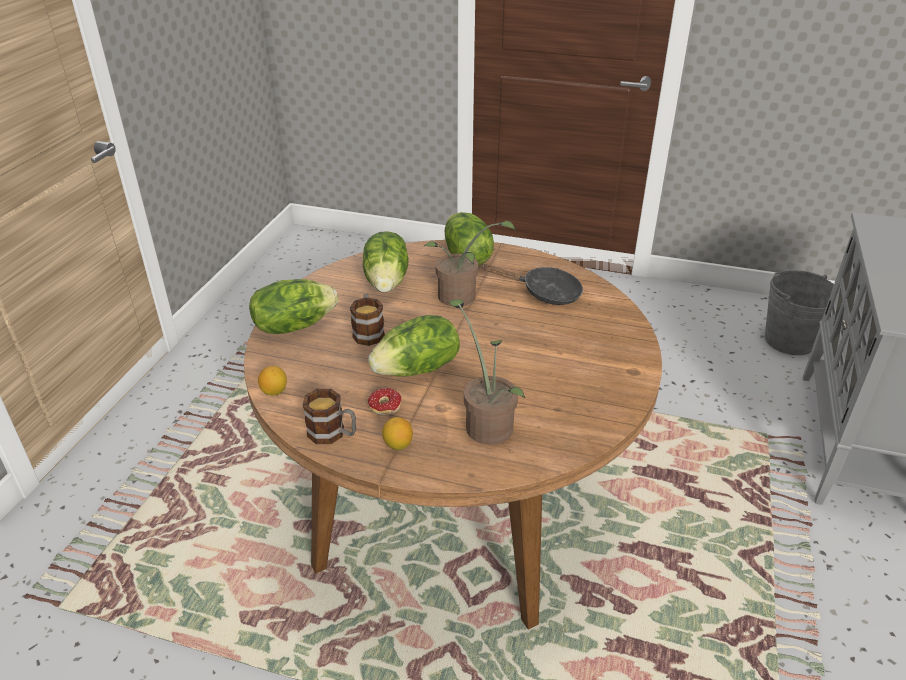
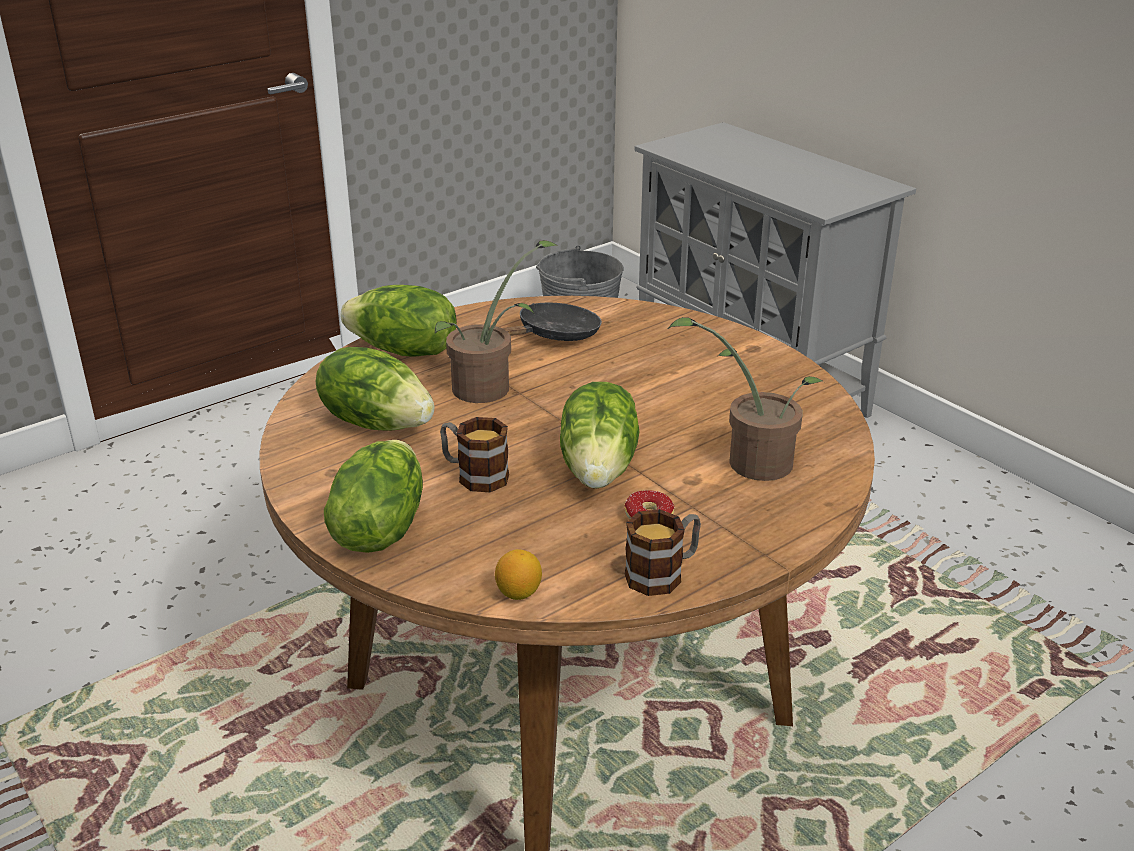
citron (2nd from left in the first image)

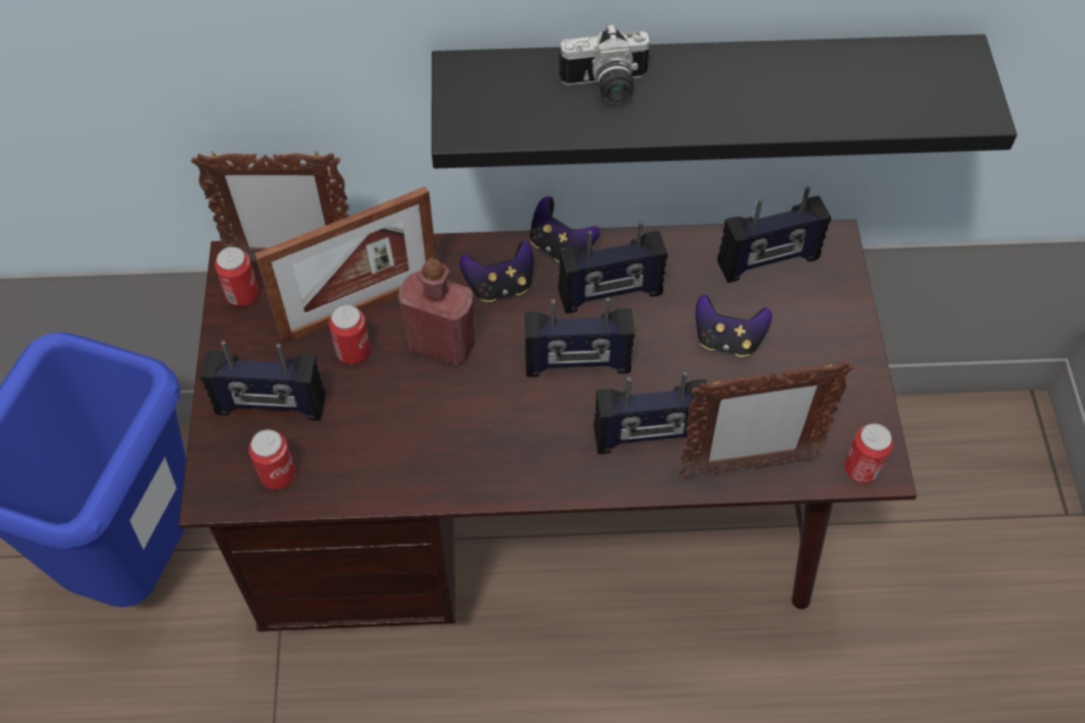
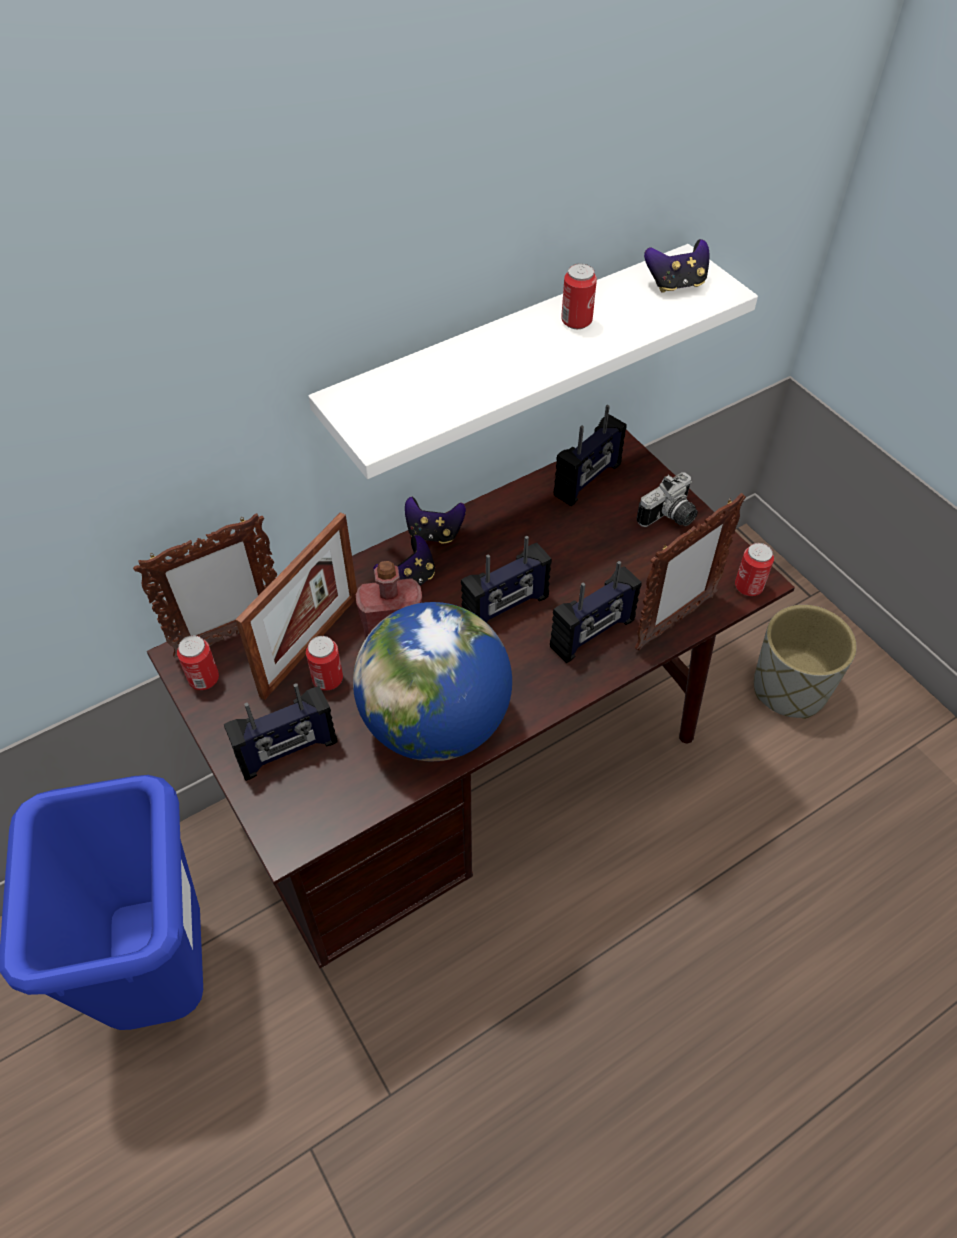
boîte métallique (3rd from left)
étagère/blanc
radio (3rd from left in the first image)
appareil photo
manette (3rd from left)
globe
cache-pot/gris

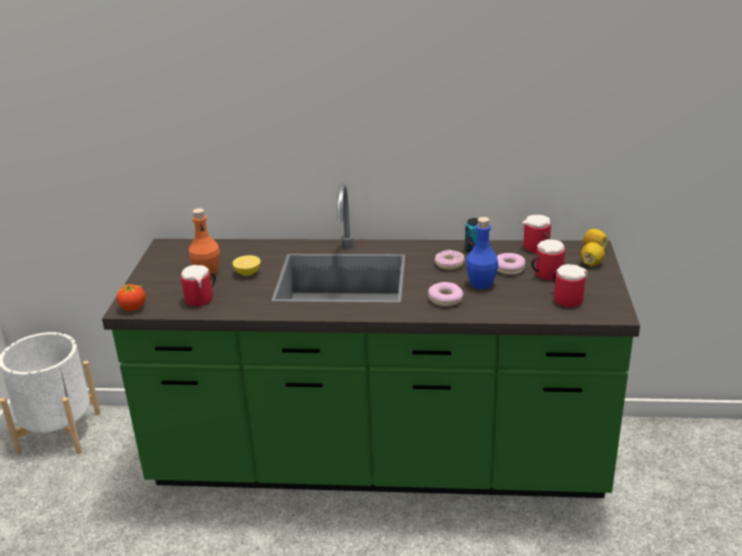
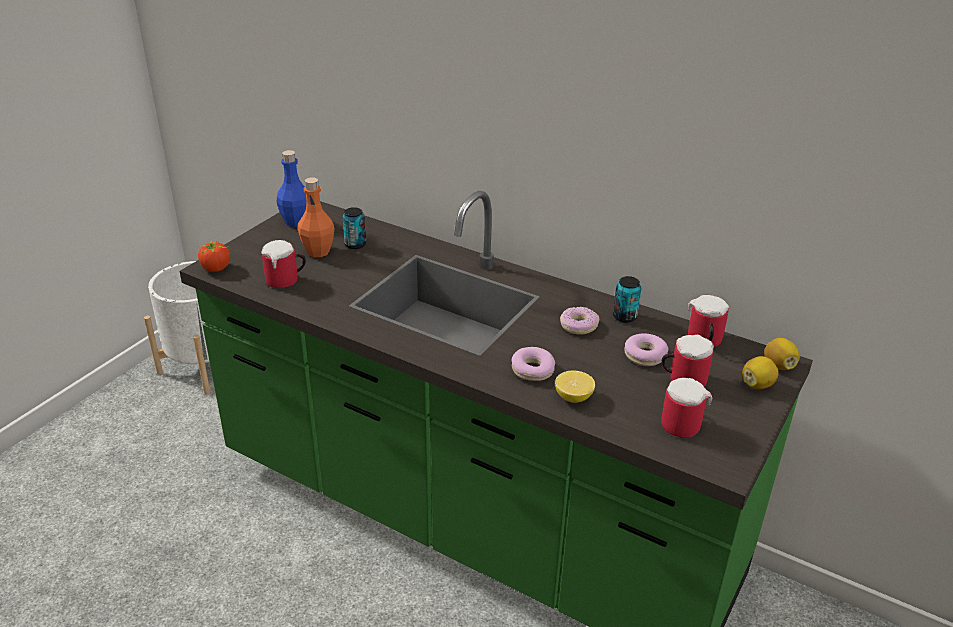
citron (1st from left)
bouteille/bleu
boîte métallique (1st from left)

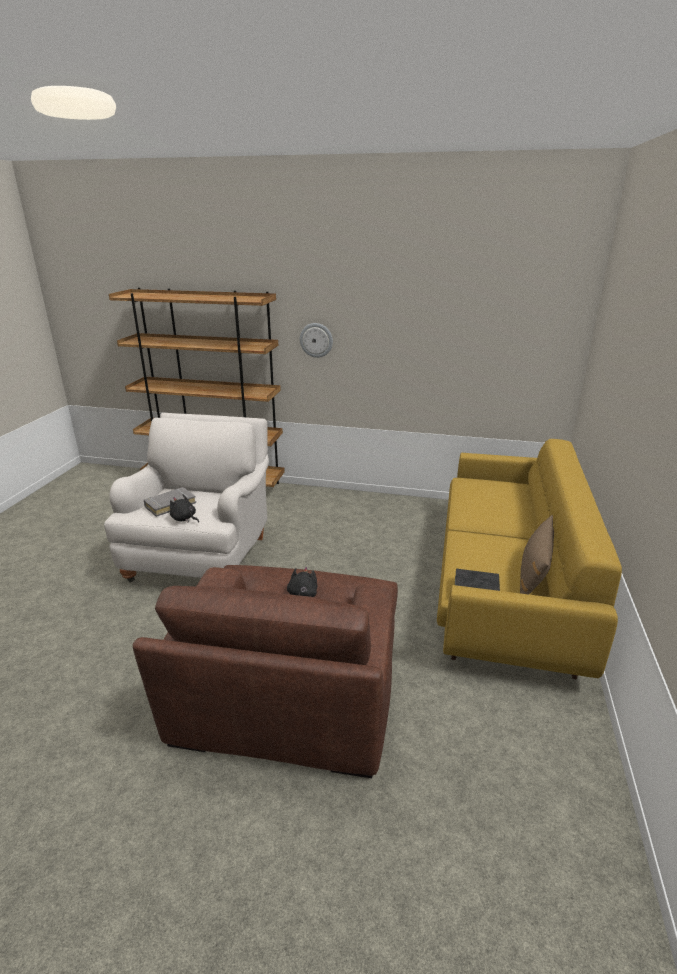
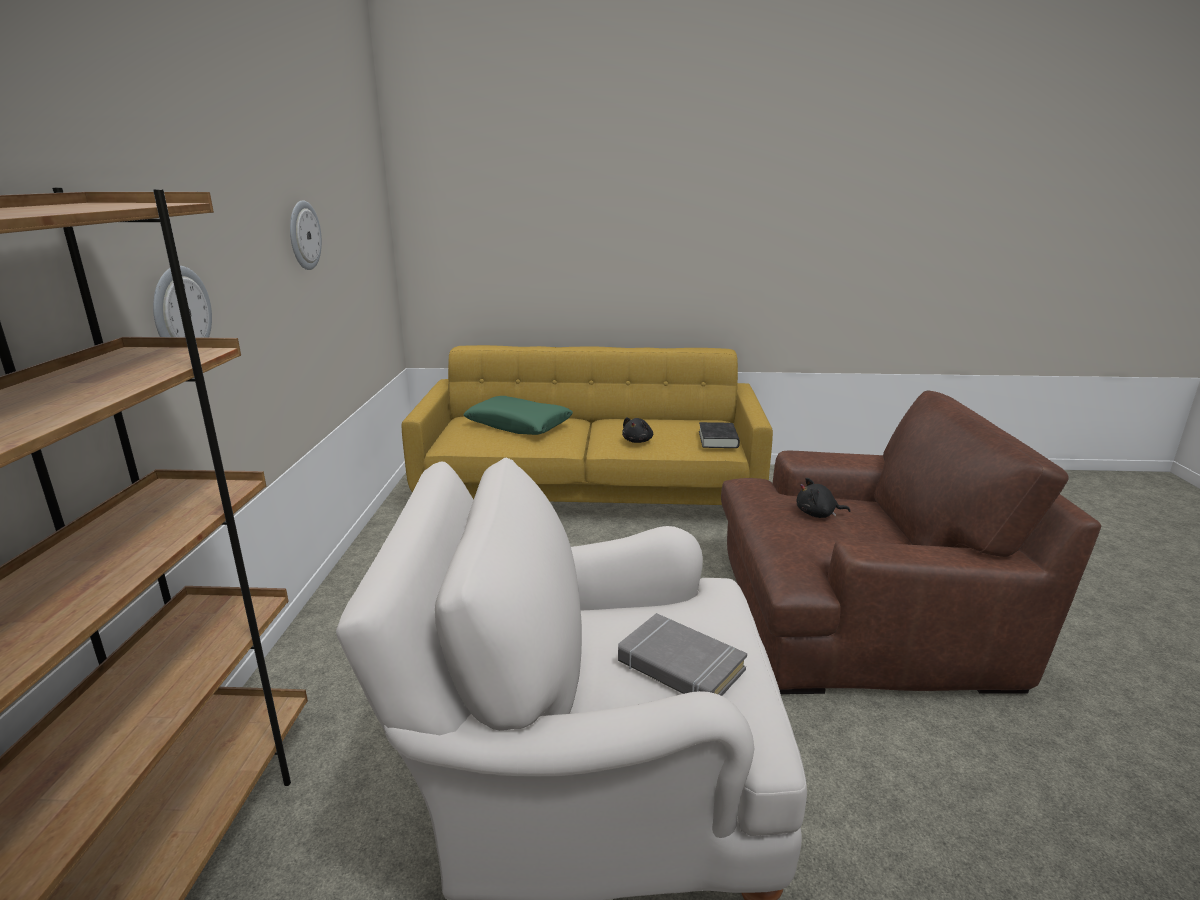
peluche/noir (1st from left)
coussin/marron
horloge murale (2nd from left)
coussin/vert

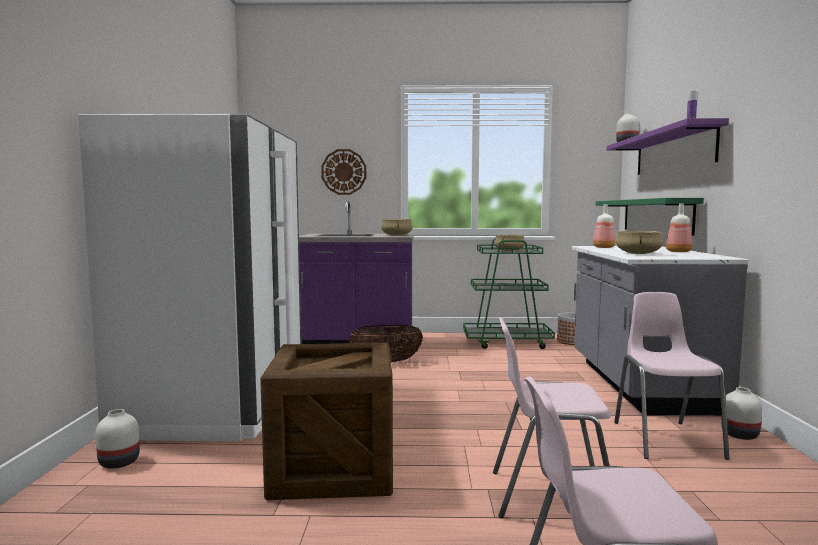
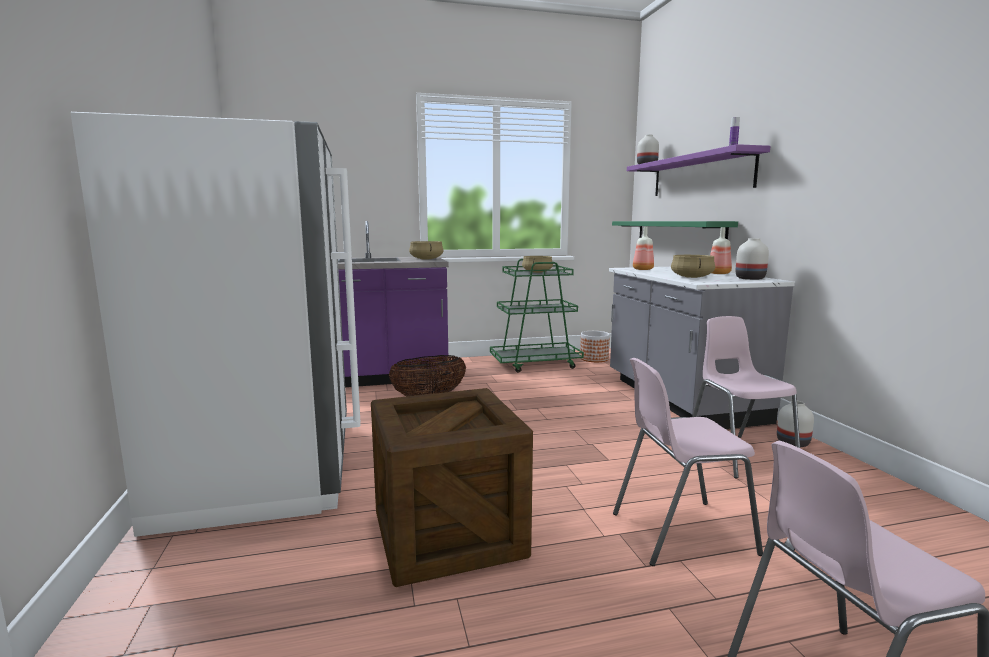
vase/blanc (2nd from left)
horloge murale

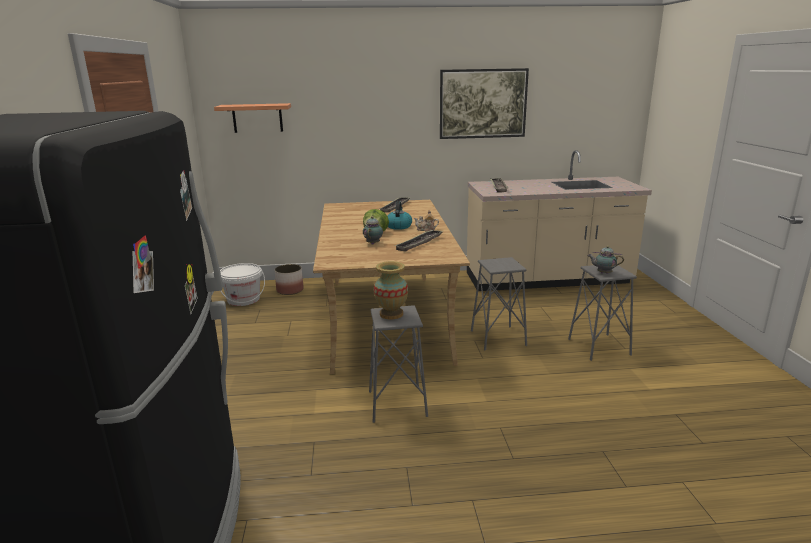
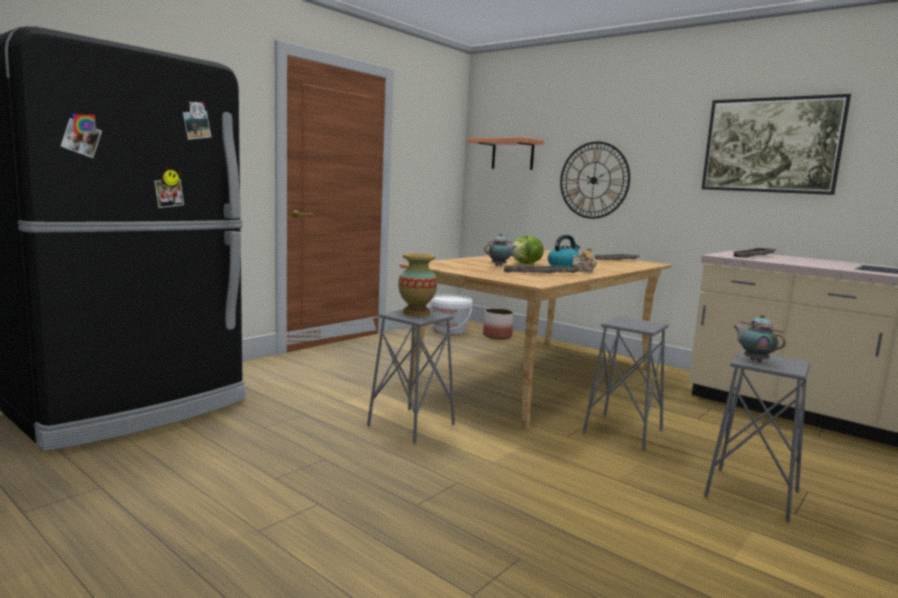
horloge murale

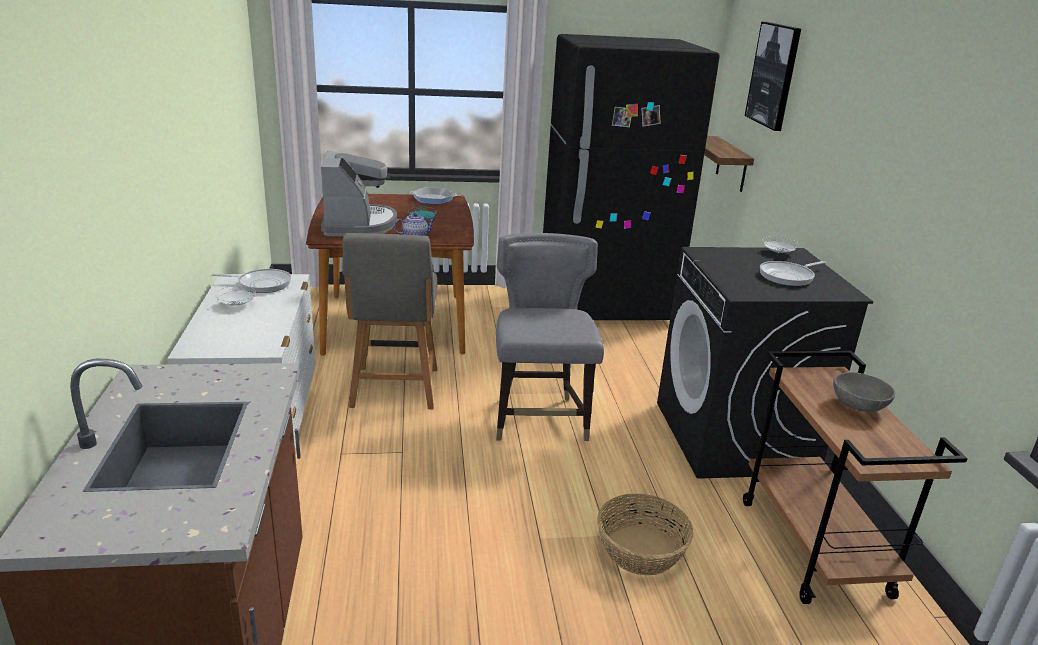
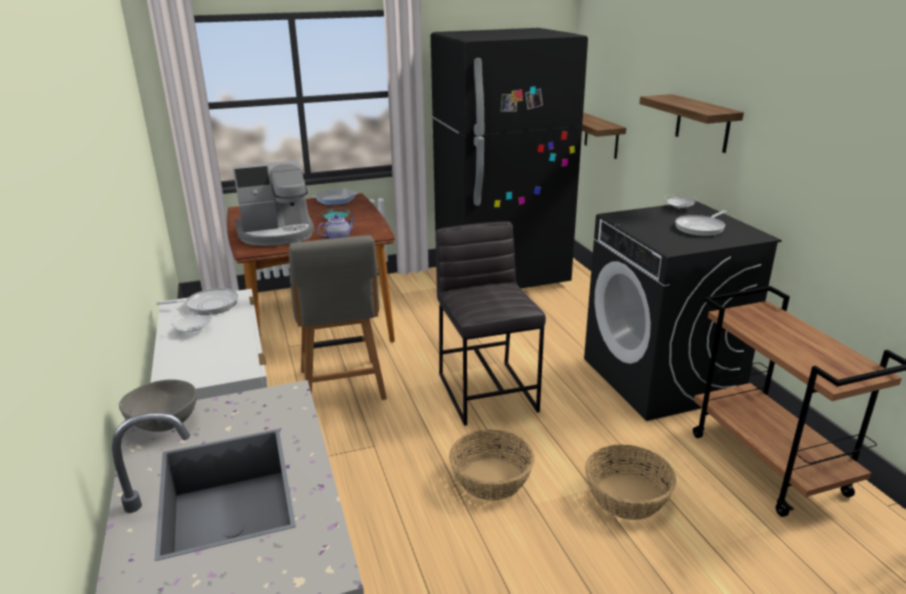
machine à café
tabouret/gris
tableau
bol/gris
panier (1st from left)
étagère (2nd from left)

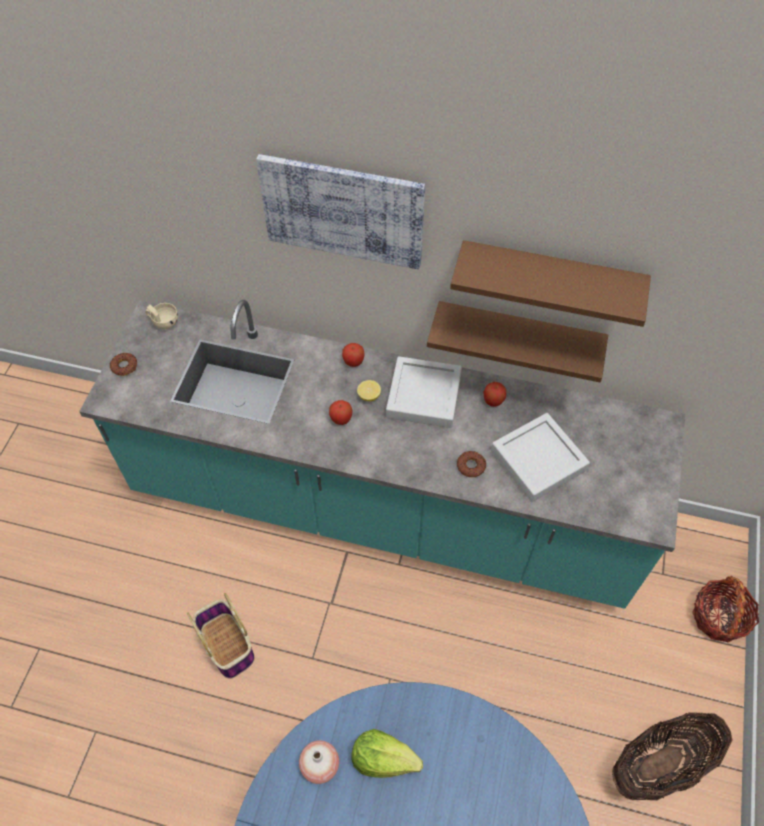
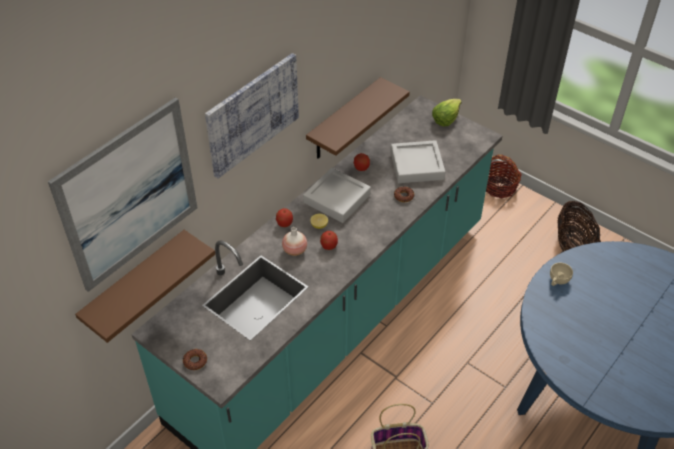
tasse/beige
vase
laitue
étagère/marron (1st from left)
tableau (1st from left)

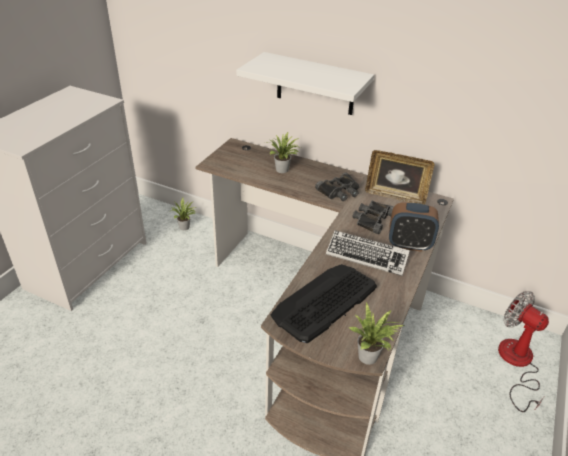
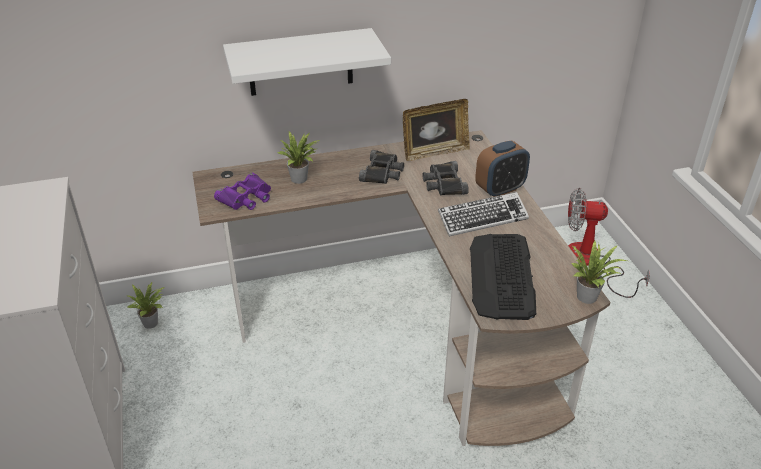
jumelles/violet

